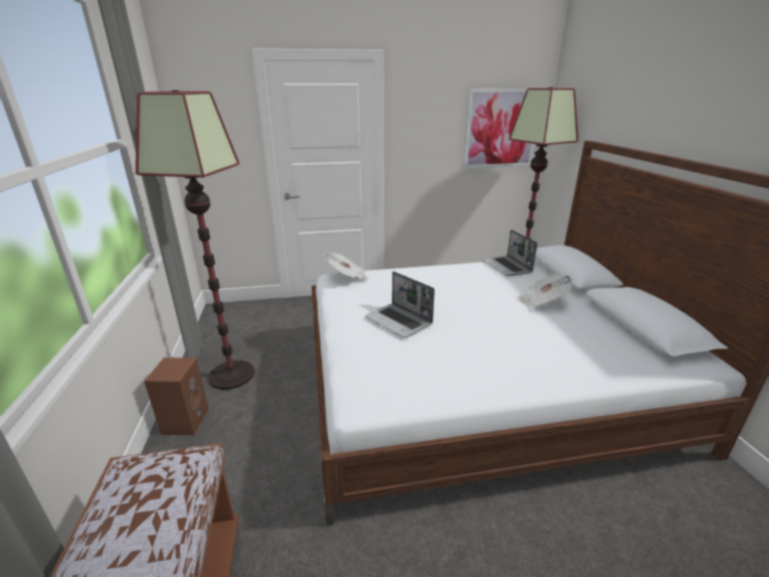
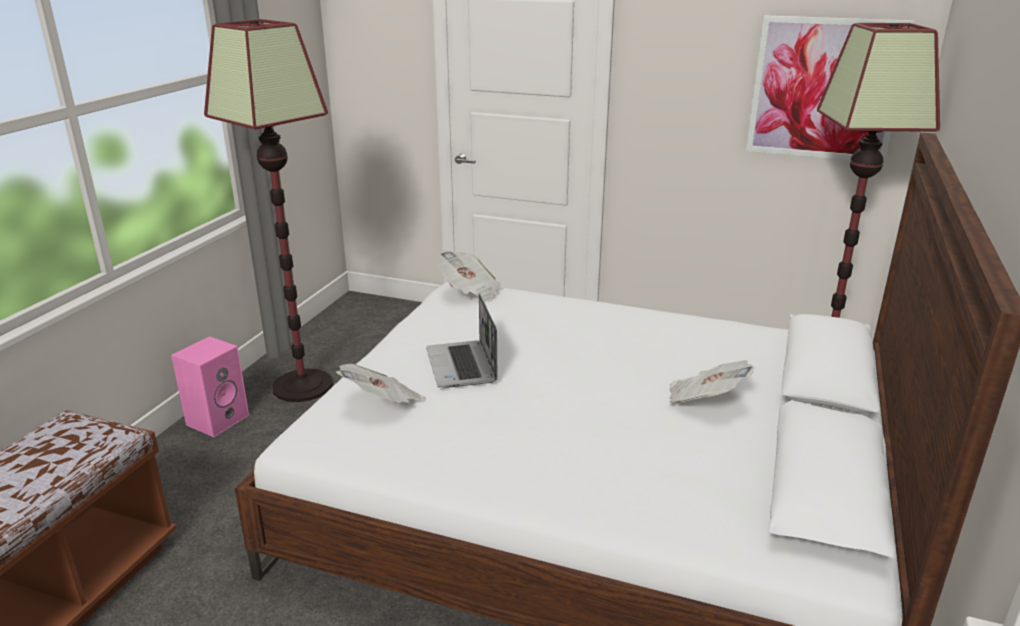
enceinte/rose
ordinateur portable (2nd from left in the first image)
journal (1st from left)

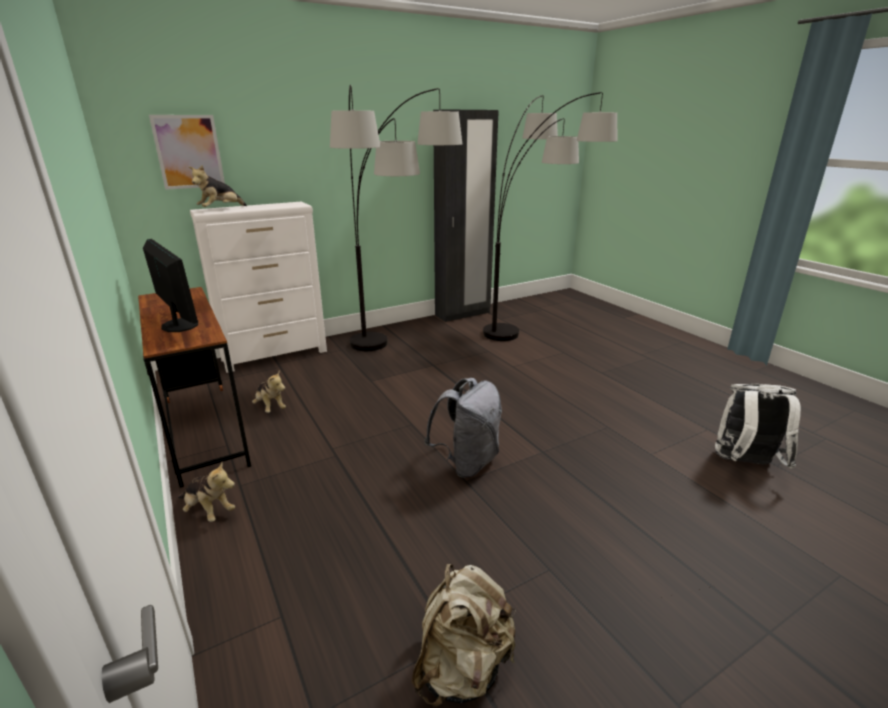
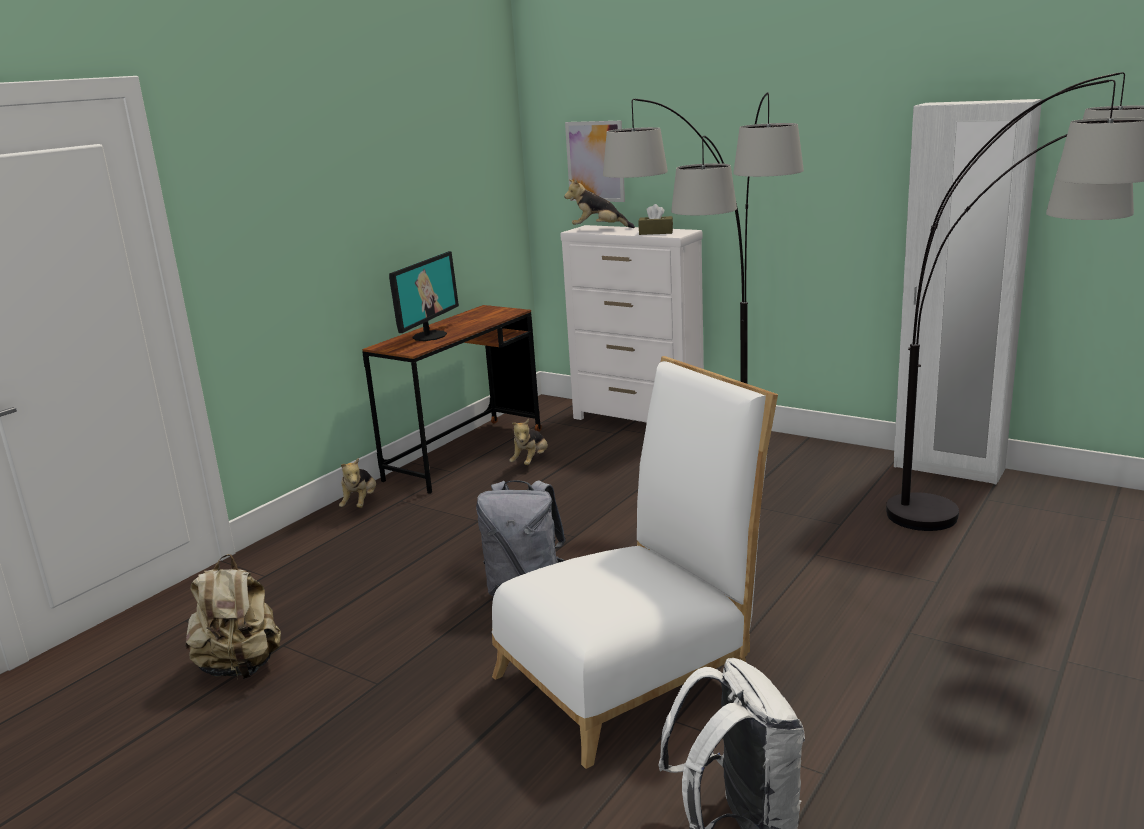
armoire/blanc
chaise/blanc
boîte à mouchoirs/marron

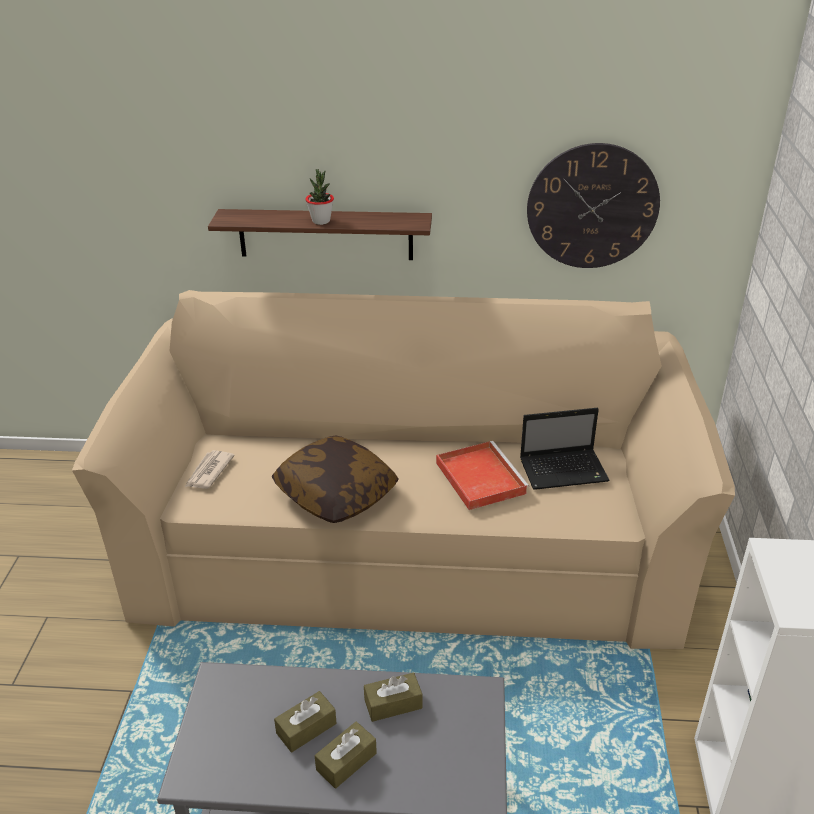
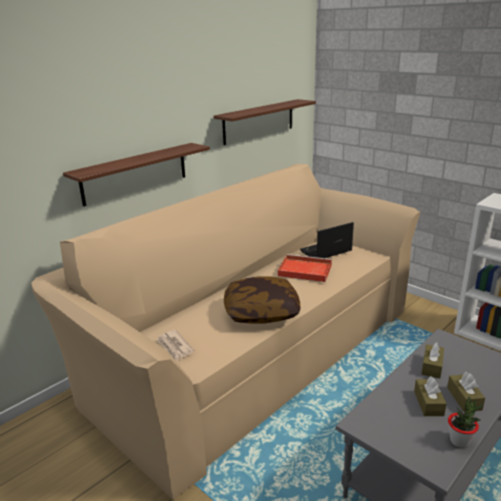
plante en pot
ordinateur portable
étagère (2nd from left)

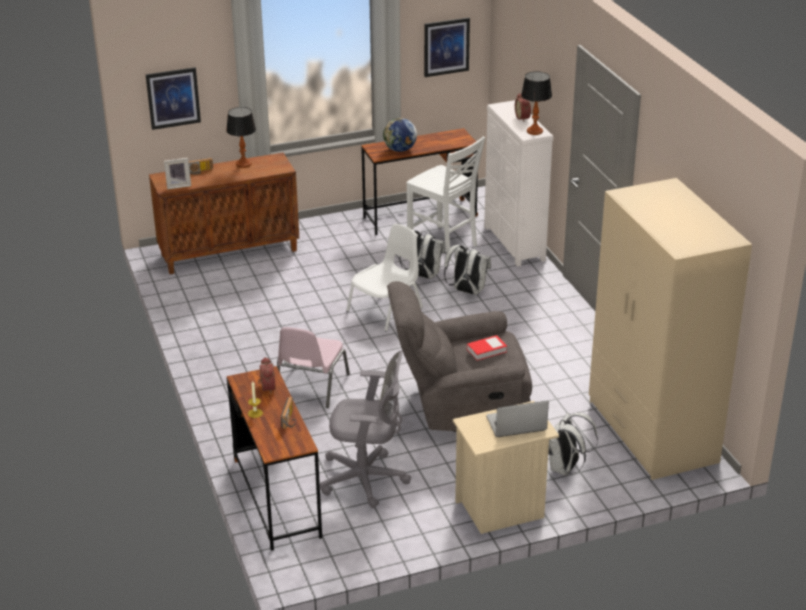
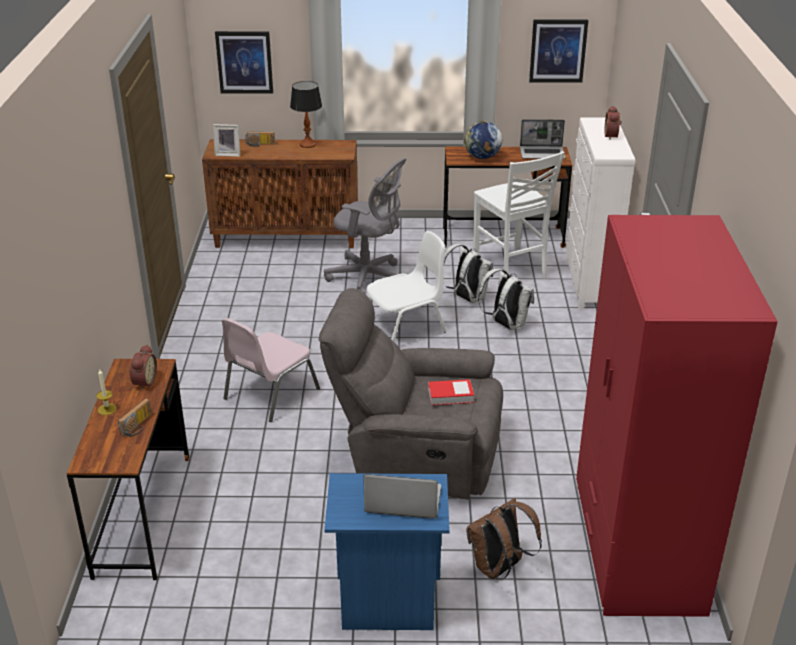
chaise de bureau/gris
table de chevet/bleu
lampe de table (2nd from left in the first image)
sac à dos/marron
armoire/rouge
ordinateur portable (2nd from left)

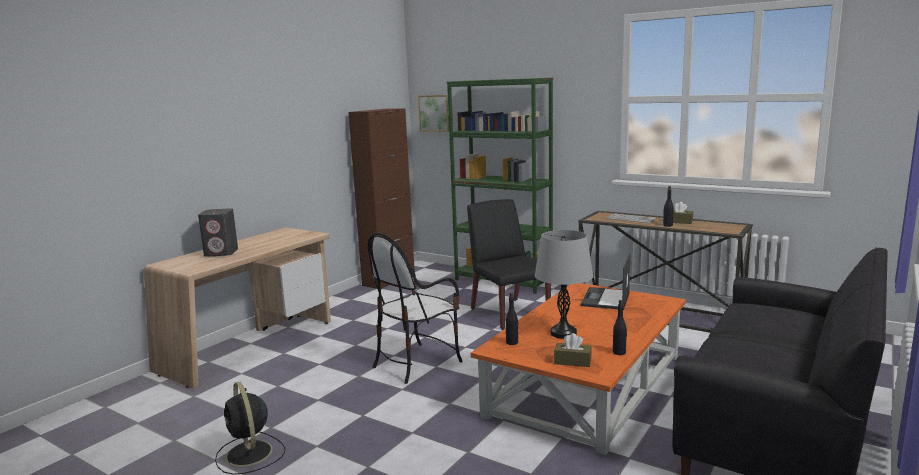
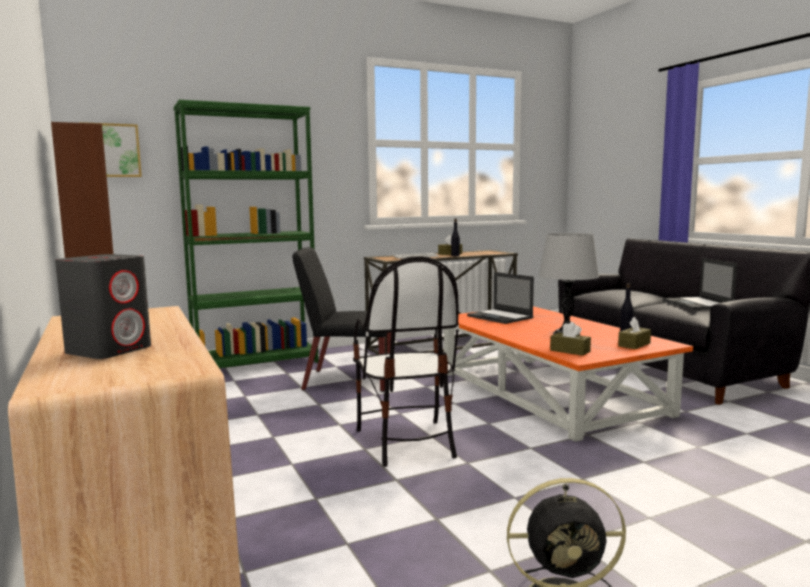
boîte à mouchoirs/marron (2nd from left)
ordinateur portable (2nd from left)

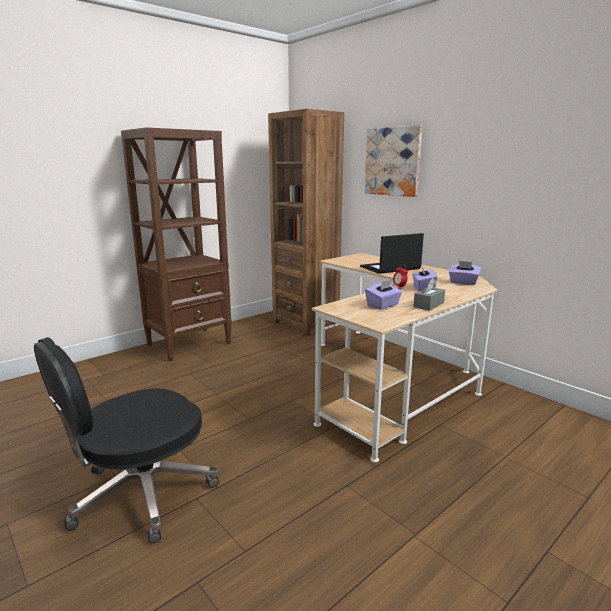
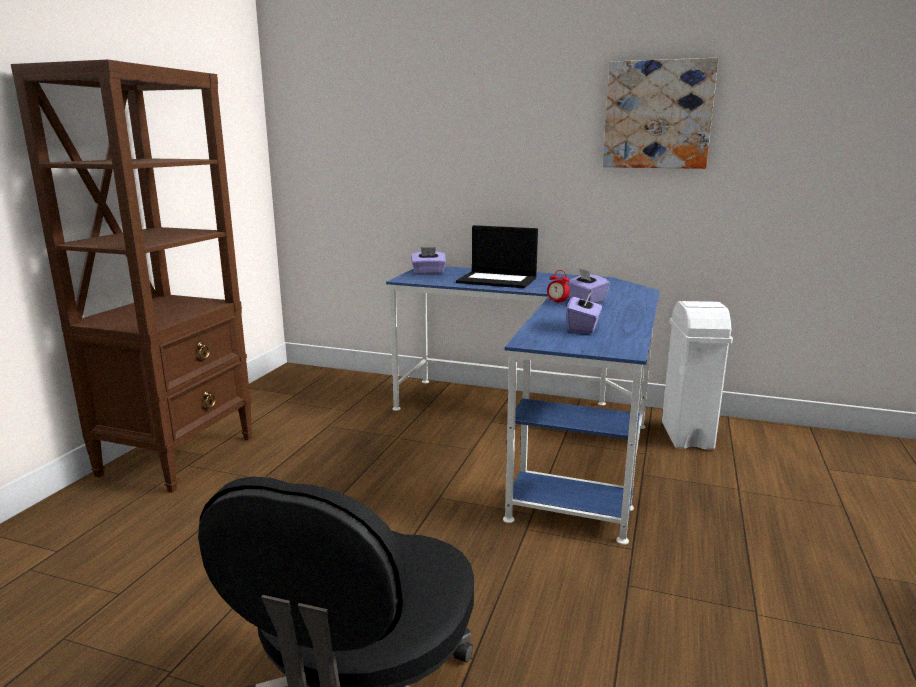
bibliothèque/marron (2nd from left in the first image)
bureau/bleu
ordinateur portable
tableau
boîte à mouchoirs/gris
boîte à mouchoirs/violet (1st from left)
poubelle/blanc

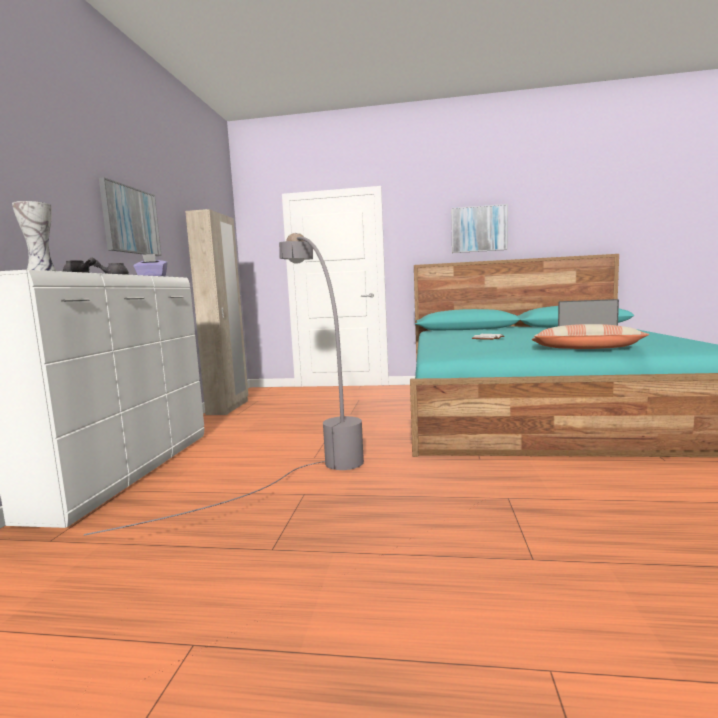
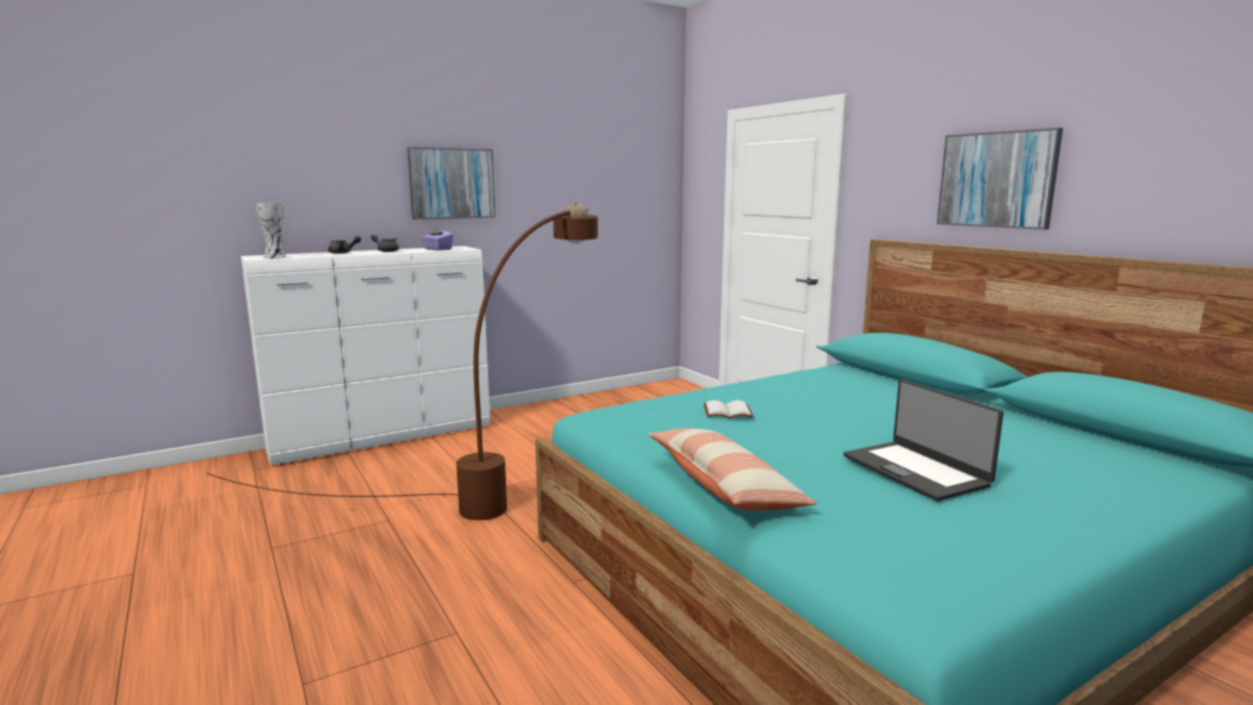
lampadaire/marron
armoire/beige

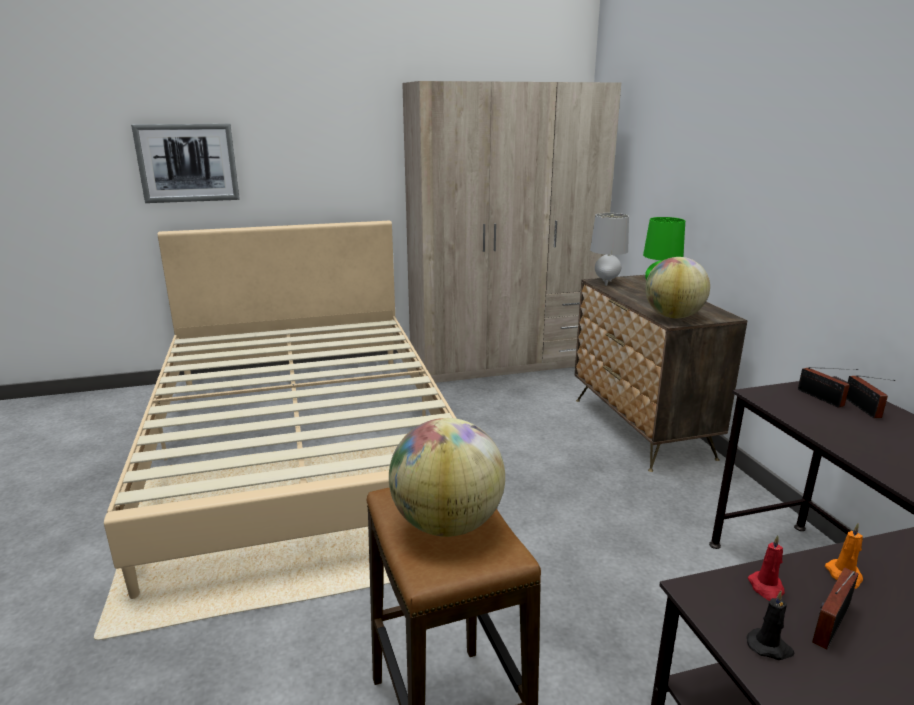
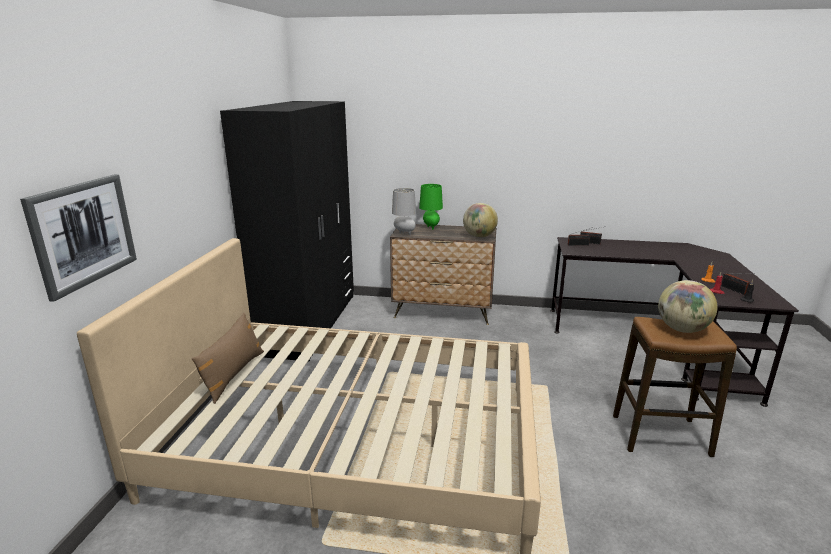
armoire/noir
coussin/marron

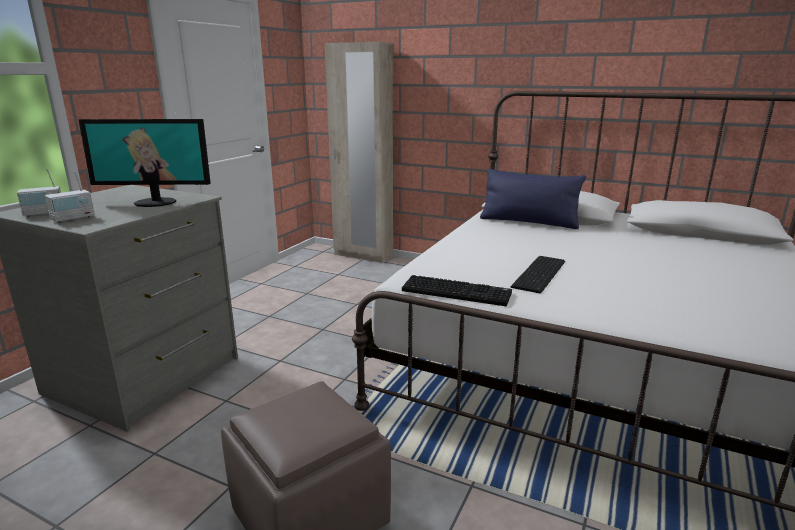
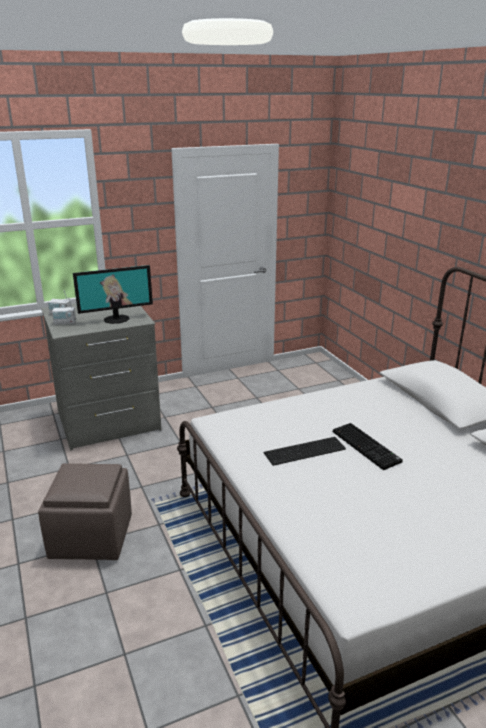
écran d'ordinateur
armoire/beige
clavier (2nd from left)
coussin/bleu

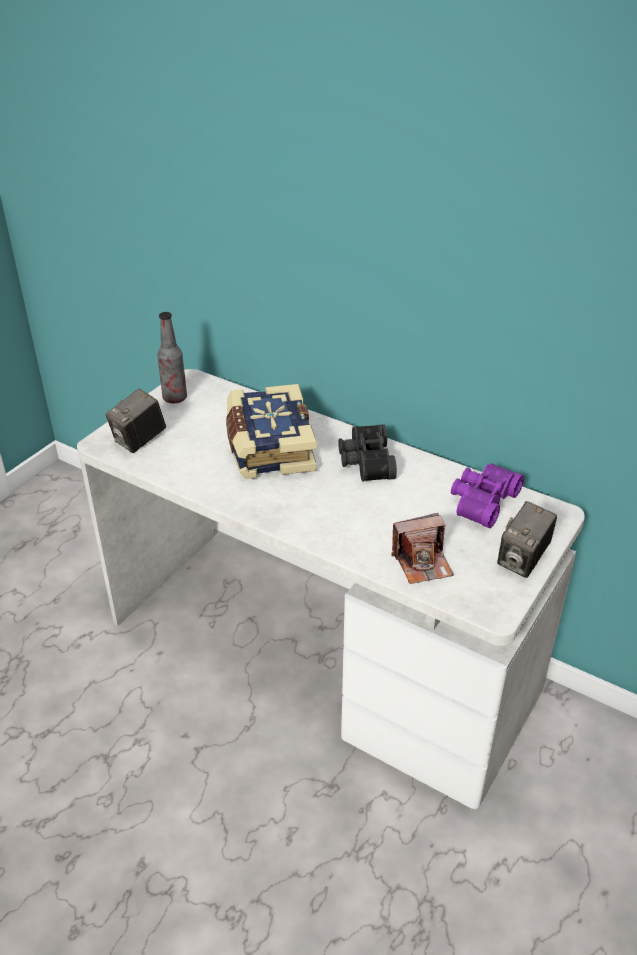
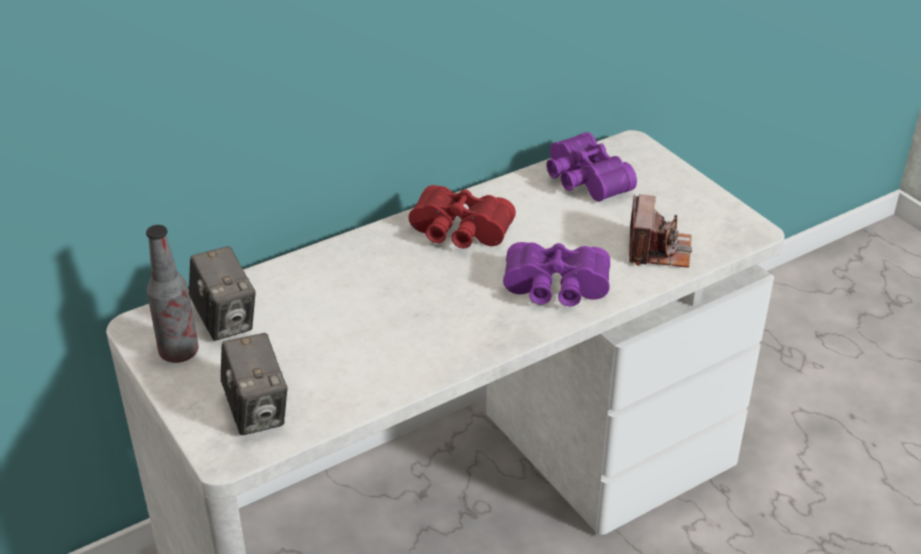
livre
jumelles/rouge
appareil photo (1st from left)
jumelles/violet (1st from left)

